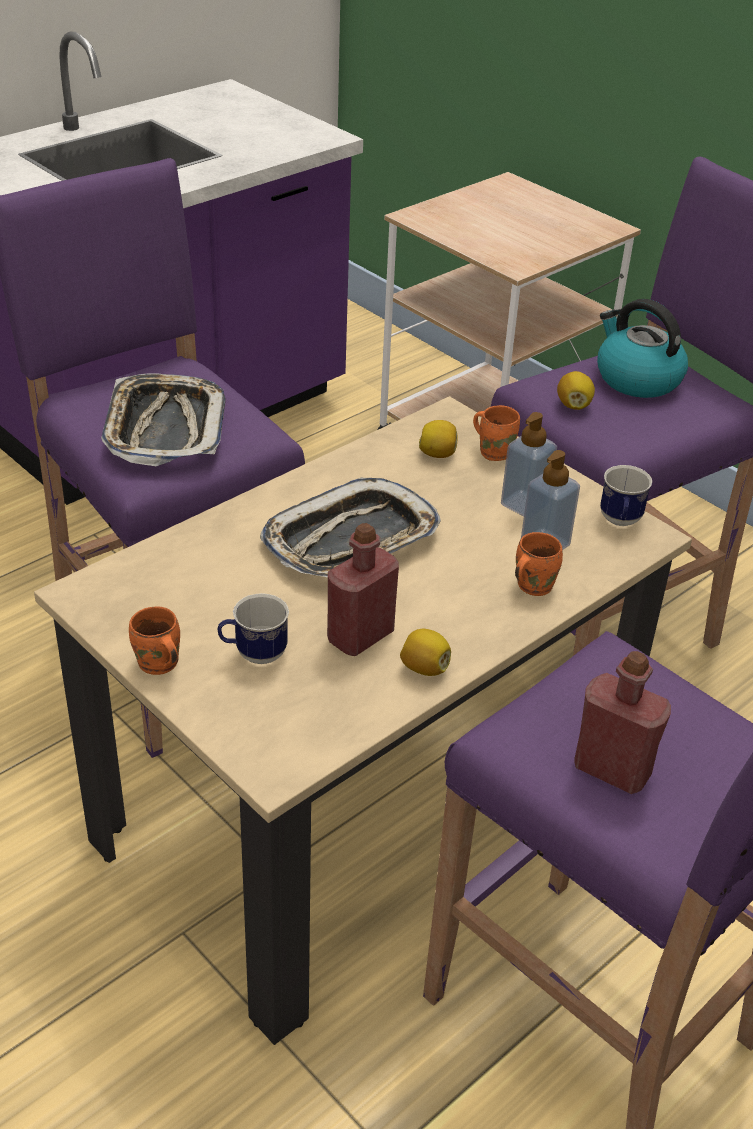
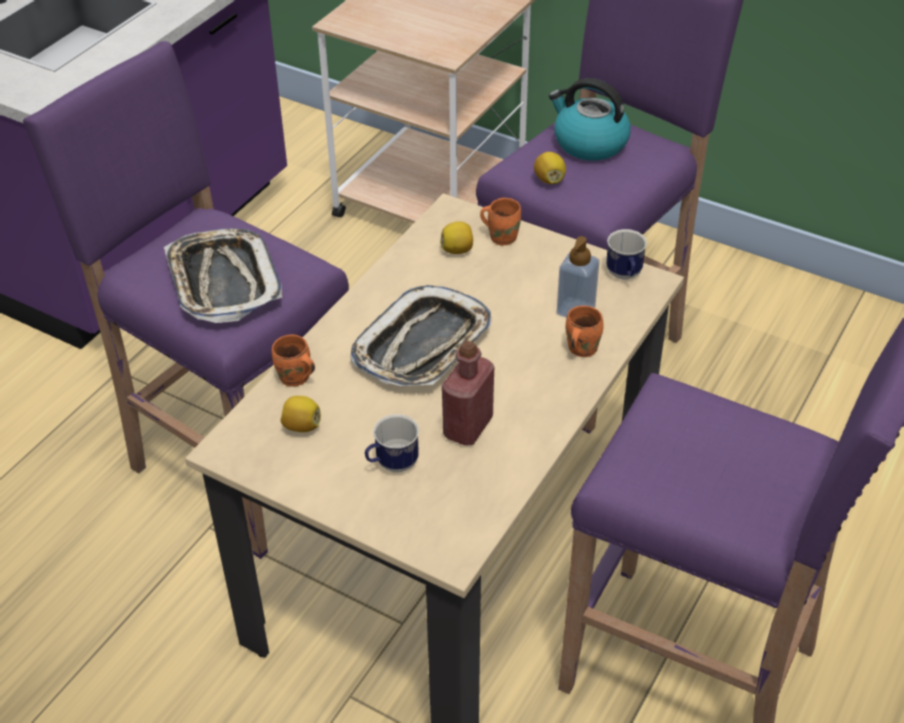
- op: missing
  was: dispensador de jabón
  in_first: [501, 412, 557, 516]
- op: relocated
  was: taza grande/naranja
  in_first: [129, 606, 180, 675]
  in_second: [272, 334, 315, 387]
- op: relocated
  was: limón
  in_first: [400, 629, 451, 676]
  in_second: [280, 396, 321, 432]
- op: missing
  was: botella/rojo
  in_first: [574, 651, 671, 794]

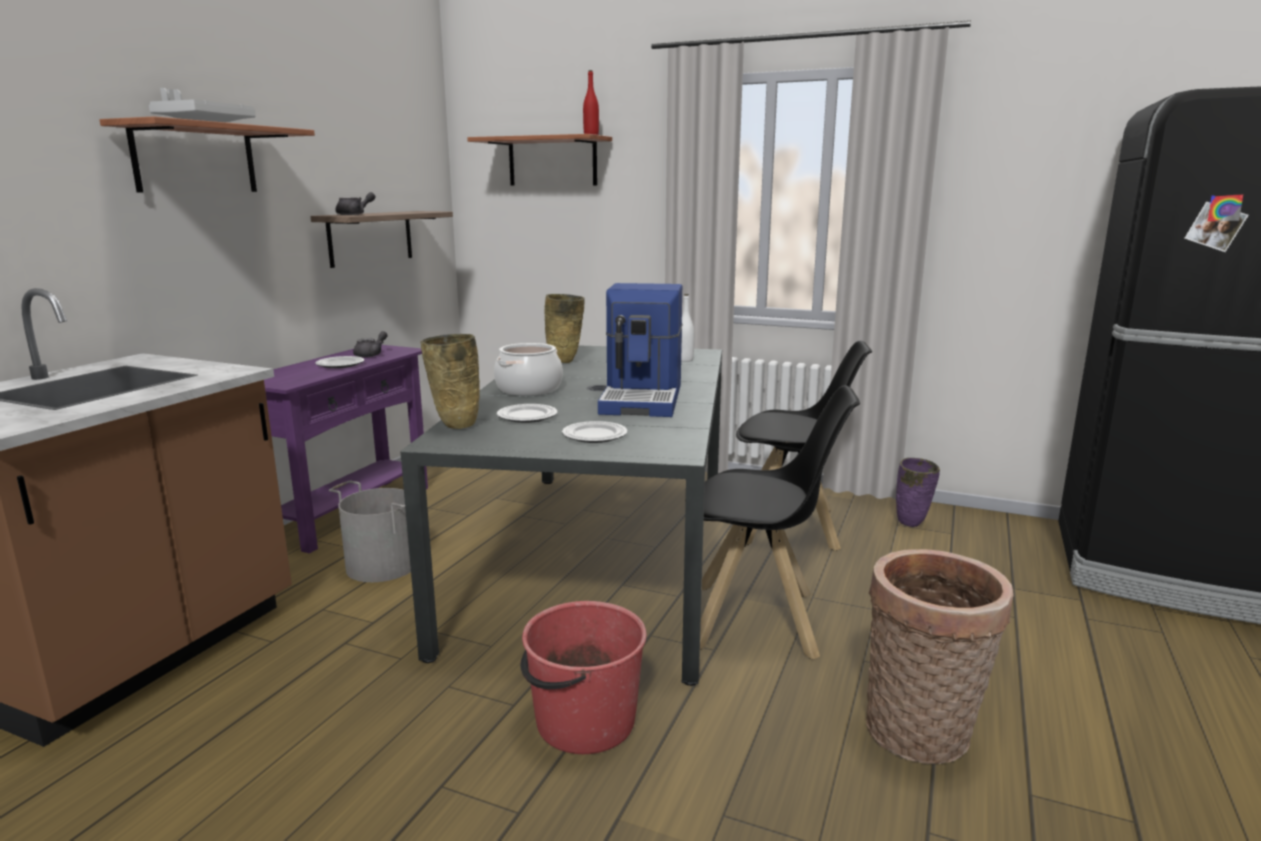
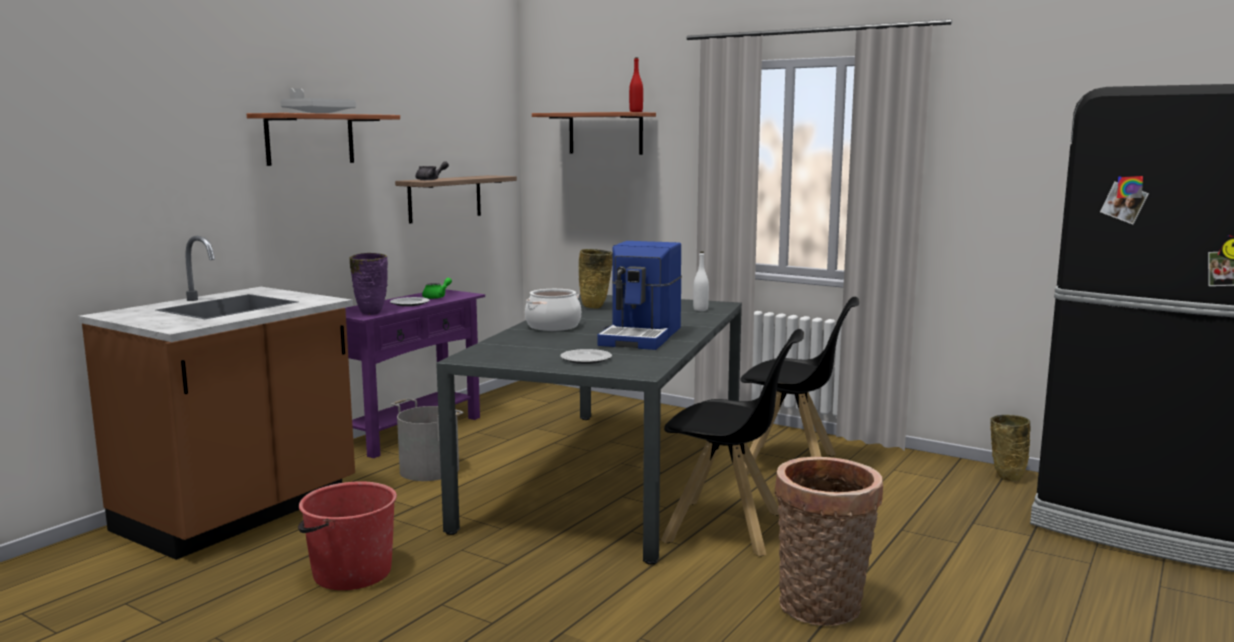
- op: colour
  was: tetera/gris
  now: tetera/verde
  in_first: [353, 331, 387, 357]
  in_second: [422, 278, 452, 299]
- op: relocated
  was: florero/beis
  in_first: [421, 334, 480, 429]
  in_second: [990, 415, 1030, 481]
- op: missing
  was: plato
  in_first: [496, 404, 557, 423]
- op: relocated
  was: florero/morado
  in_first: [896, 458, 940, 527]
  in_second: [350, 253, 388, 315]
- op: relocated
  was: cubo/rojo
  in_first: [520, 601, 647, 754]
  in_second: [298, 481, 397, 590]

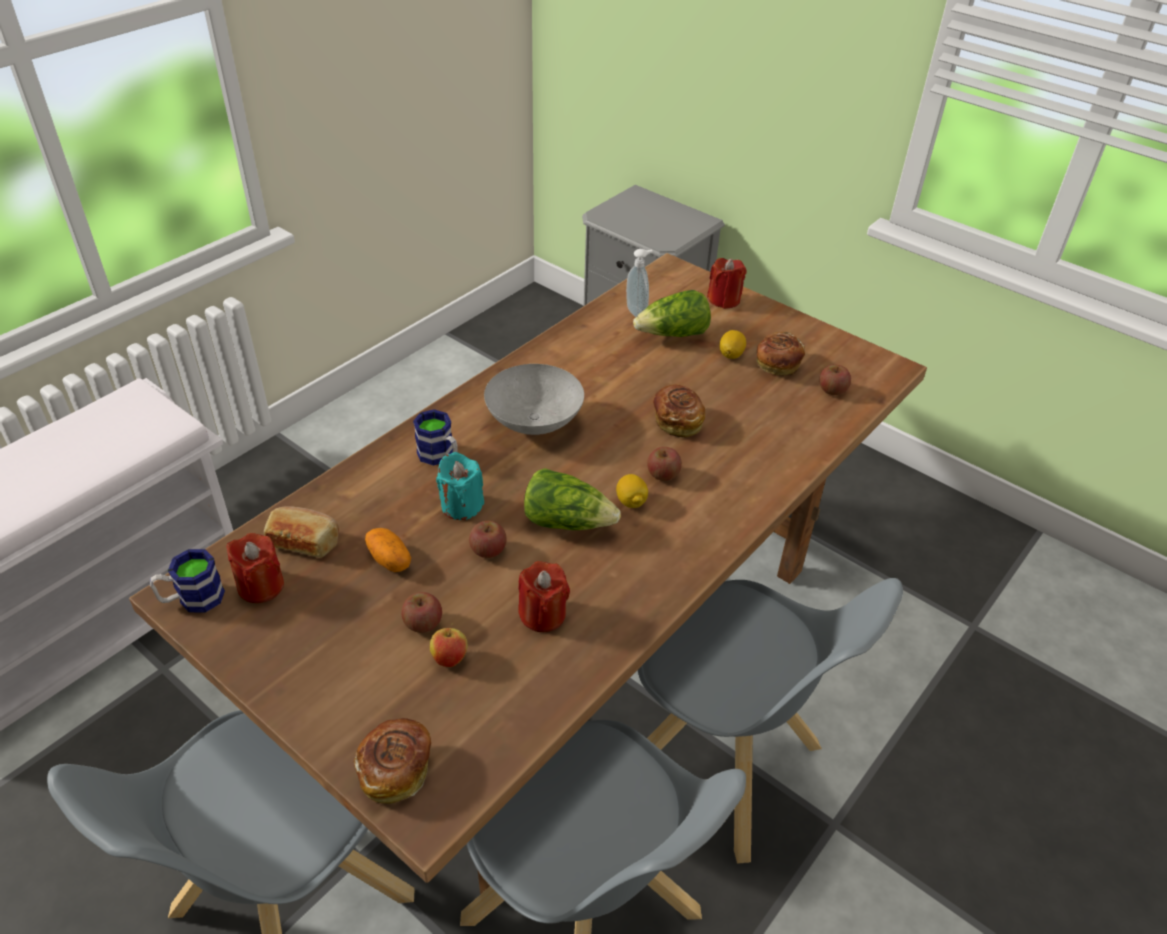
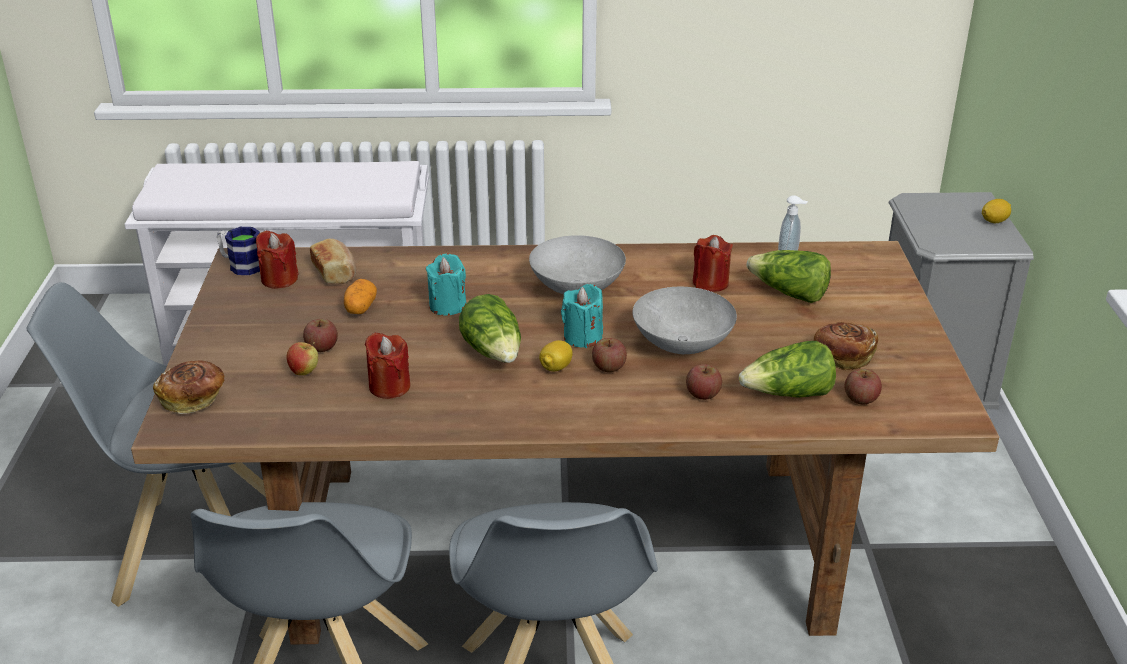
- op: relocated
  was: vela/rojo
  in_first: [707, 258, 747, 309]
  in_second: [692, 235, 733, 292]
- op: relocated
  was: limón
  in_first: [720, 330, 746, 359]
  in_second: [982, 199, 1011, 223]
- op: exchanged
  was: pan
  now: cuenco/gris
  in_first: [653, 384, 705, 438]
  in_second: [632, 287, 737, 354]
- op: missing
  was: taza grande
  in_first: [413, 409, 458, 465]
- op: relocated
  was: manzana
  in_first: [469, 521, 507, 558]
  in_second: [686, 364, 722, 400]
- op: appeared
  now: vela/turquesa
  in_second: [561, 284, 603, 348]
- op: appeared
  now: lechuga
  in_second: [739, 341, 836, 398]

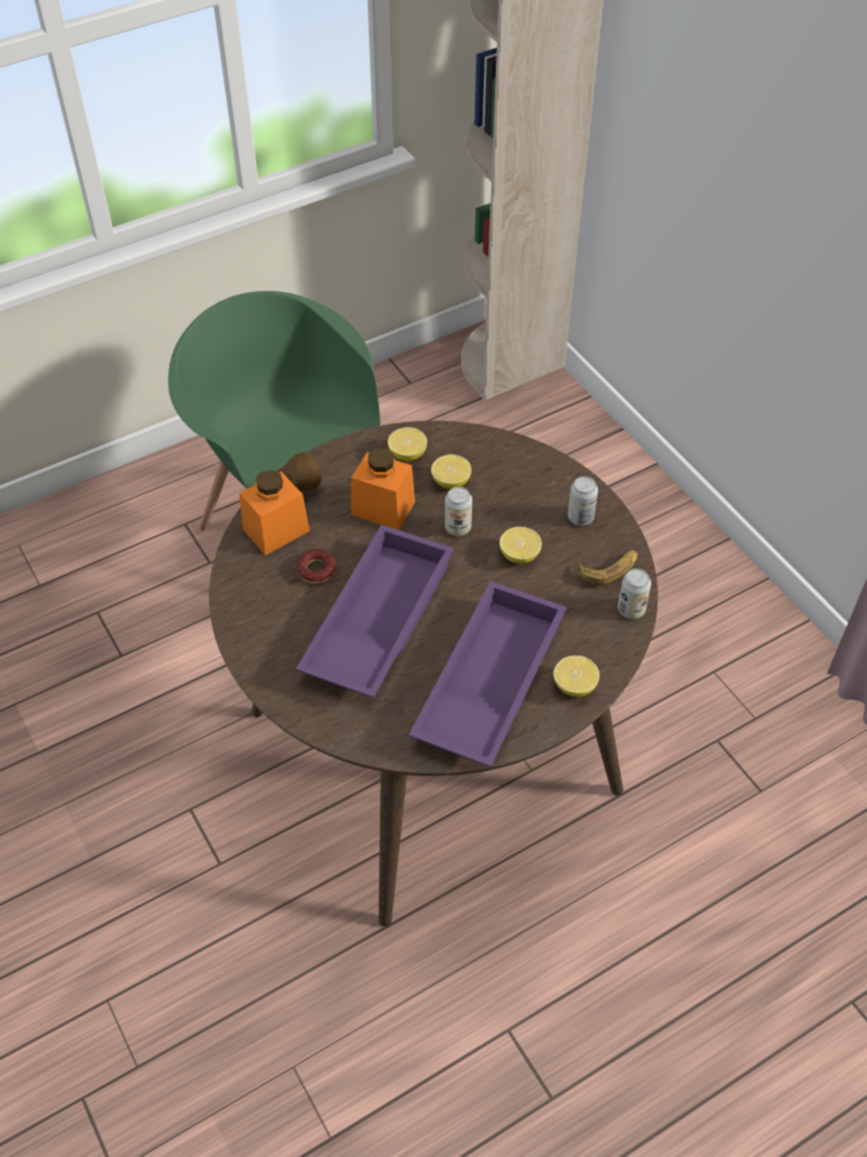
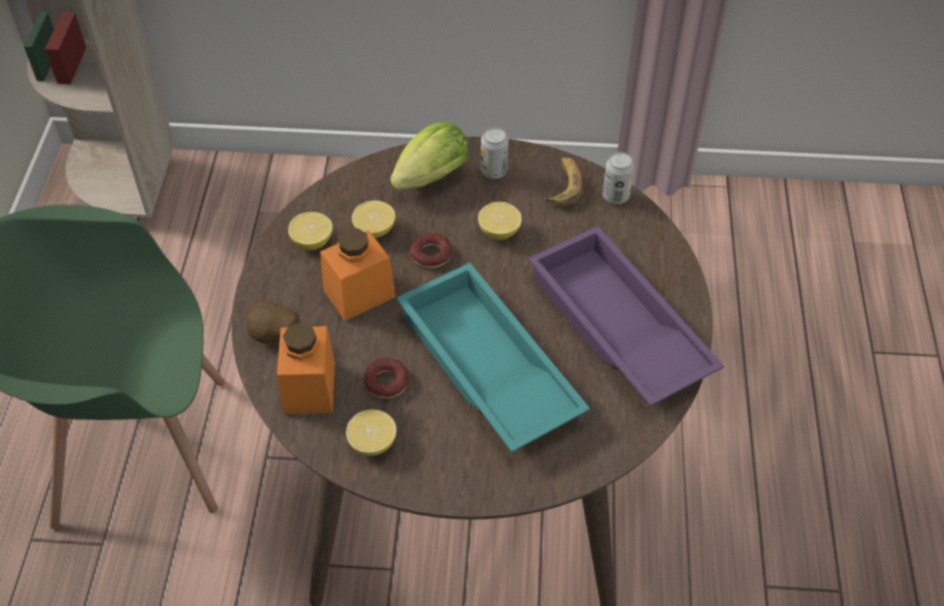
- op: exchanged
  was: lata
  now: rosquilla
  in_first: [445, 487, 472, 536]
  in_second: [410, 233, 452, 268]
- op: colour
  was: bandeja/morado
  now: bandeja/turquesa
  in_first: [296, 525, 454, 698]
  in_second: [397, 263, 590, 452]
- op: relocated
  was: limón
  in_first: [553, 656, 600, 697]
  in_second: [346, 409, 397, 456]
- op: appeared
  now: lechuga
  in_second: [390, 122, 469, 190]

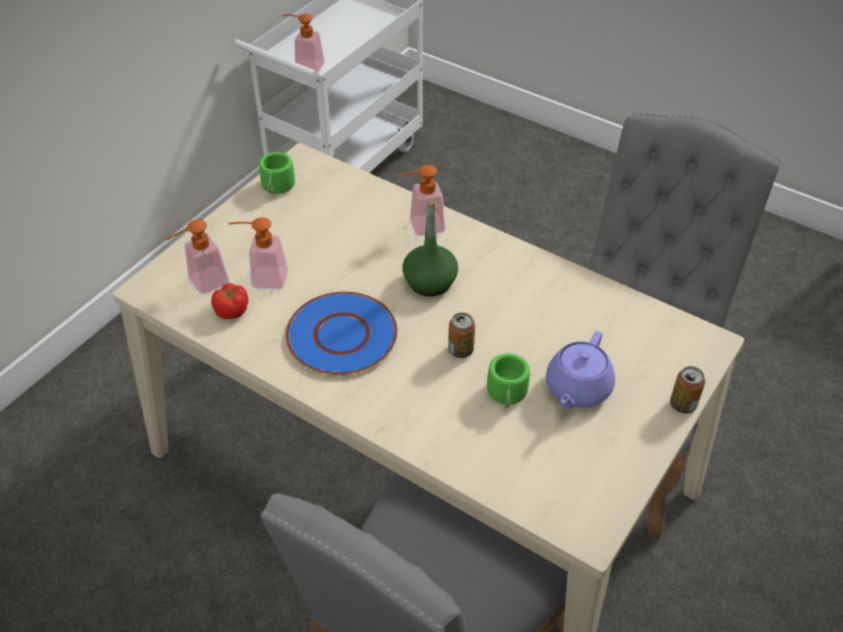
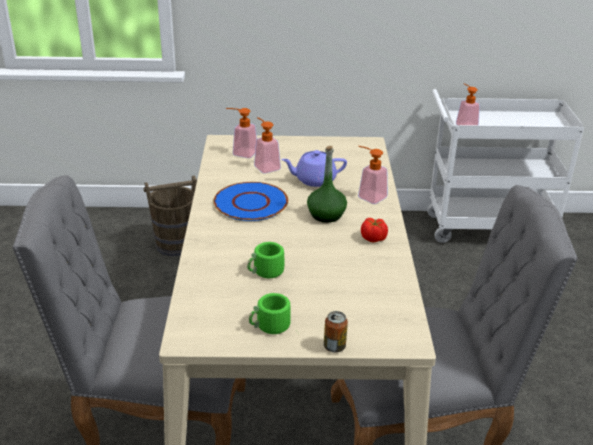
- op: relocated
  was: taza grande/verde
  in_first: [259, 152, 295, 195]
  in_second: [249, 293, 297, 334]
- op: relocated
  was: tomate
  in_first: [211, 283, 248, 319]
  in_second: [361, 218, 388, 243]
- op: missing
  was: lata
  in_first: [448, 312, 475, 358]
- op: relocated
  was: tetera/morado
  in_first: [546, 331, 615, 408]
  in_second: [281, 150, 347, 187]
- op: appeared
  now: cubo/marrón
  in_second: [144, 175, 197, 256]

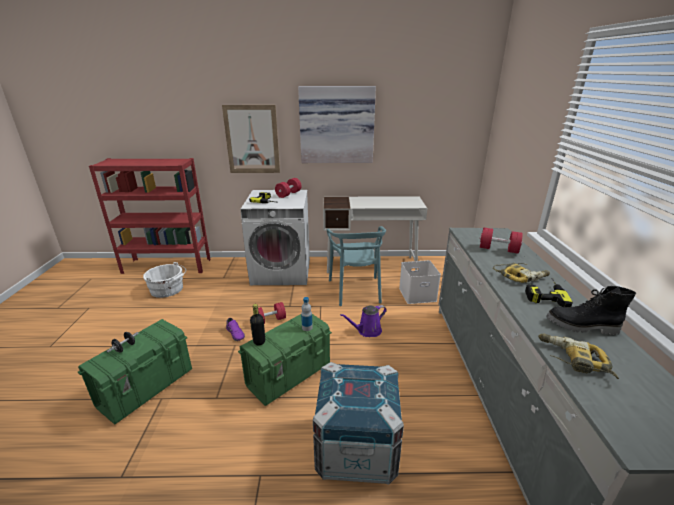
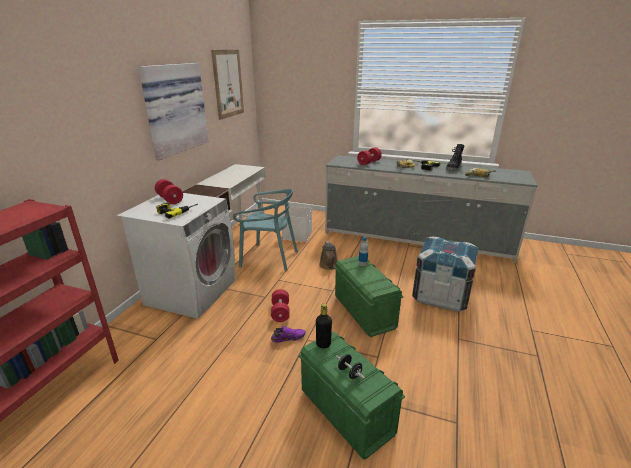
- op: relocated
  was: cuadro
  in_first: [222, 105, 280, 173]
  in_second: [211, 50, 244, 120]
- op: missing
  was: cubo/blanco
  in_first: [143, 262, 186, 298]
- op: relocated
  was: botella/negro
  in_first: [250, 304, 265, 346]
  in_second: [316, 304, 332, 348]
- op: colour
  was: regadera/morado
  now: regadera/marrón
  in_first: [340, 305, 387, 337]
  in_second: [319, 241, 338, 270]

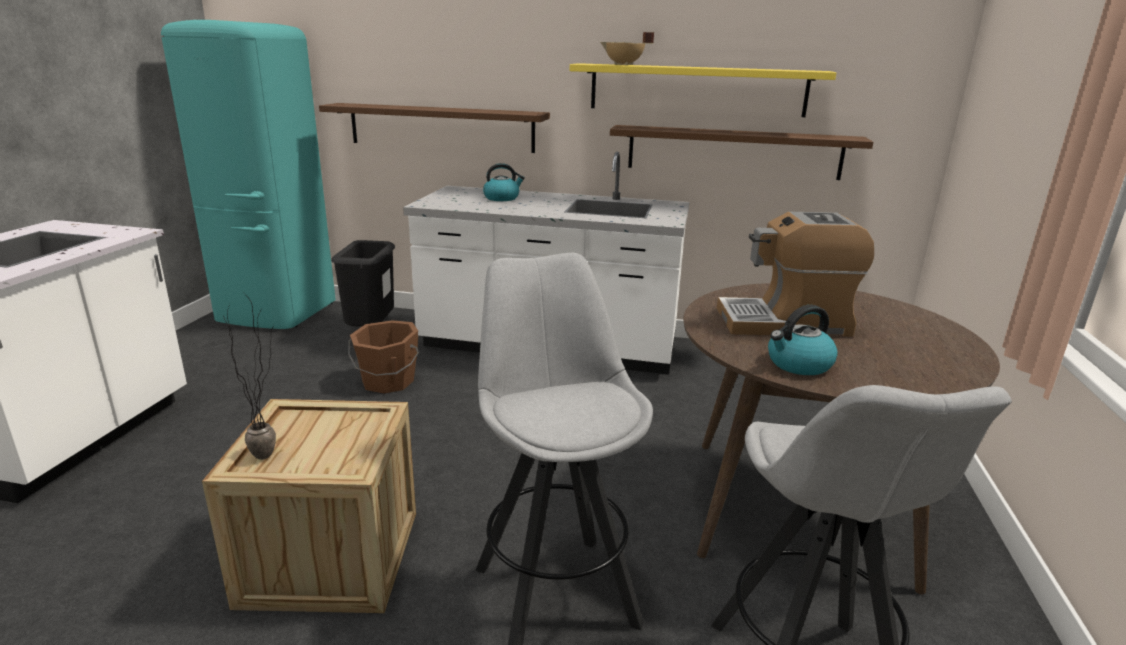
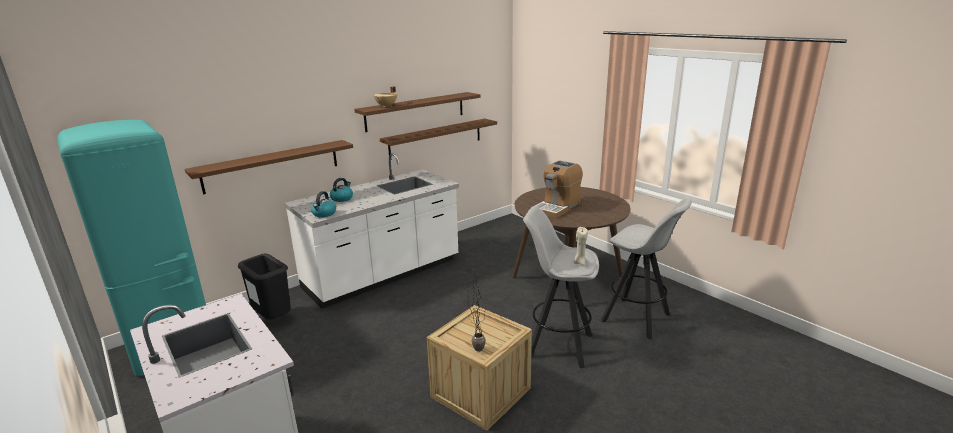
- op: colour
  was: estante/amarillo
  now: estante/marrón
  in_first: [570, 63, 836, 117]
  in_second: [354, 92, 480, 132]
- op: relocated
  was: hervidor
  in_first: [768, 305, 838, 375]
  in_second: [311, 191, 336, 217]
- op: missing
  was: cubo/marrón
  in_first: [348, 320, 419, 393]
- op: appeared
  now: vela/beis
  in_second: [573, 227, 588, 265]

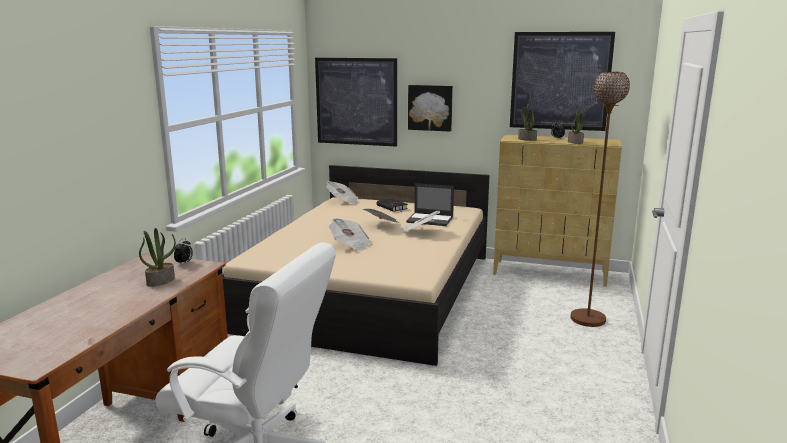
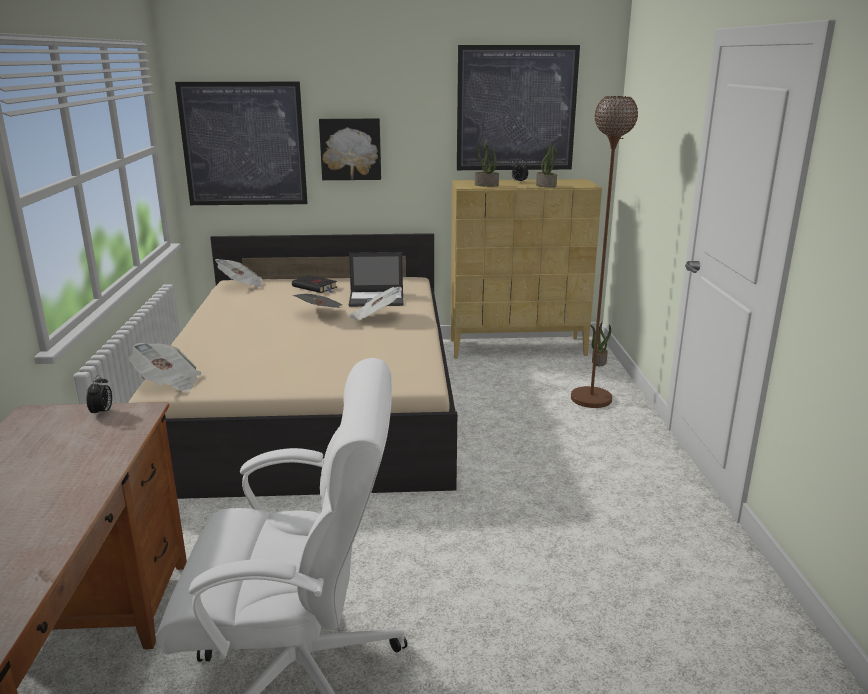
- op: relocated
  was: periódico
  in_first: [329, 218, 371, 251]
  in_second: [129, 343, 201, 392]
- op: relocated
  was: planta en maceta
  in_first: [139, 228, 176, 287]
  in_second: [590, 322, 611, 366]

